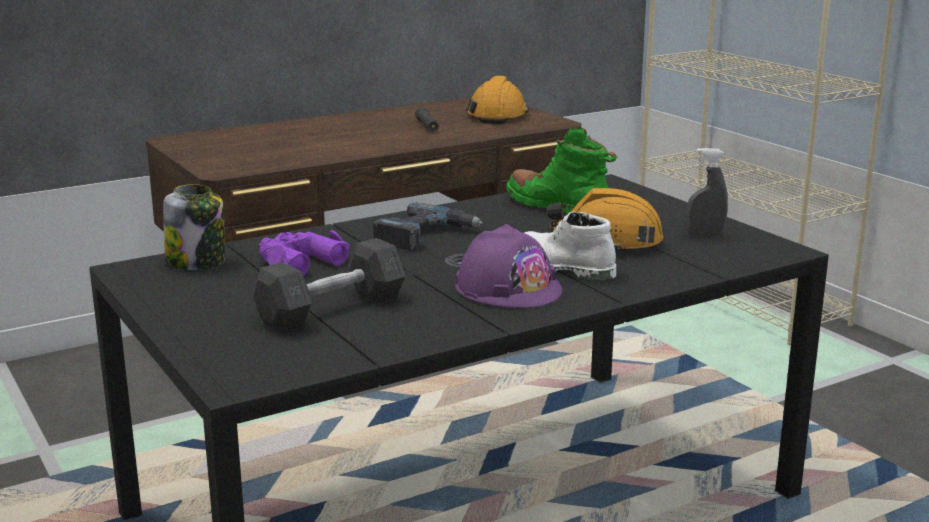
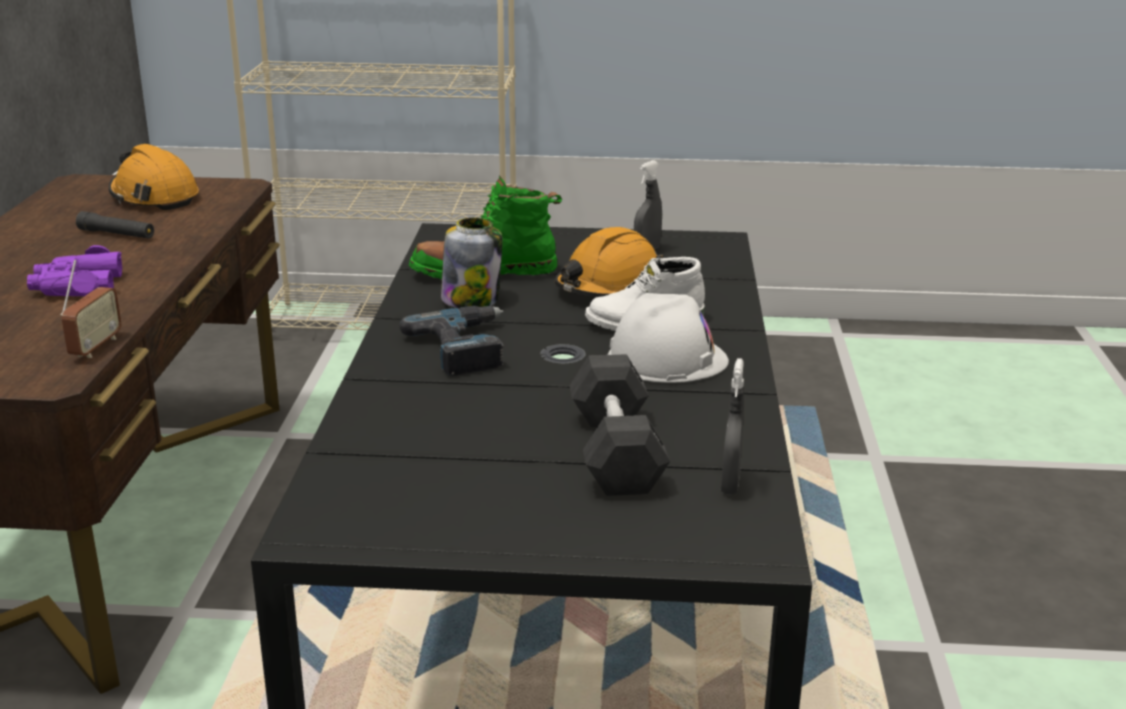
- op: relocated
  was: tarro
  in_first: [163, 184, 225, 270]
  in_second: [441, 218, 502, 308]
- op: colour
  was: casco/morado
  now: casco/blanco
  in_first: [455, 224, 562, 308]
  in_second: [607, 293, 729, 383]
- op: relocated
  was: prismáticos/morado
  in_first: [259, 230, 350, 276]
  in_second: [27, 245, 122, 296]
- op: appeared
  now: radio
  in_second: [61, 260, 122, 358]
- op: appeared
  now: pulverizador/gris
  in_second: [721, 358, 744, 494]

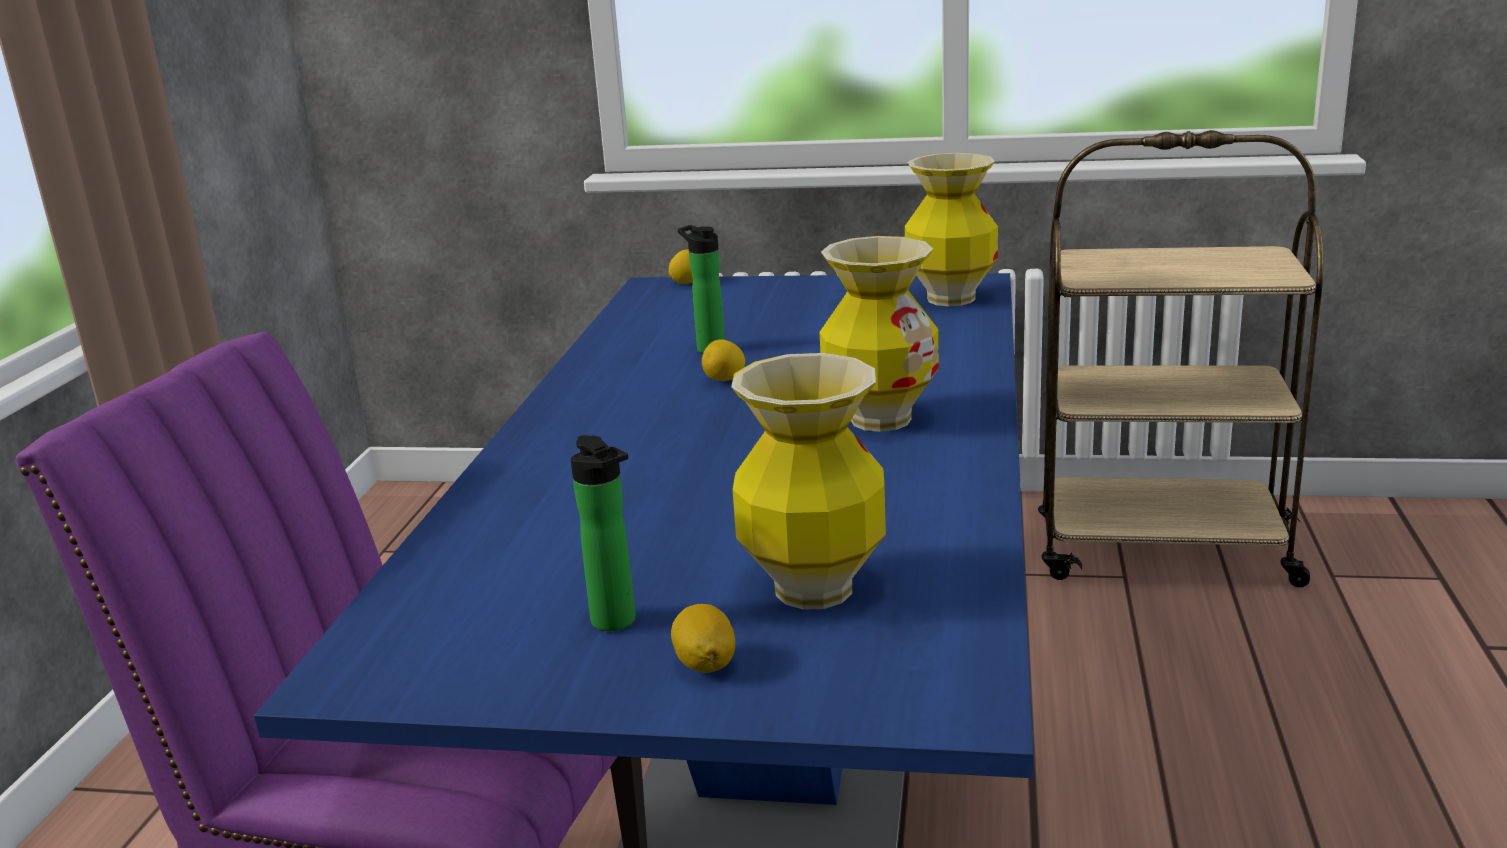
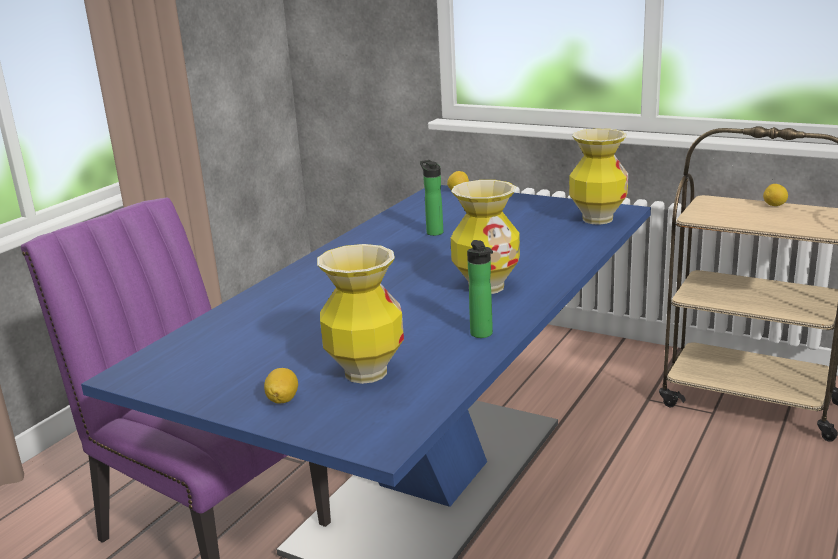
- op: relocated
  was: limón
  in_first: [702, 340, 745, 381]
  in_second: [763, 184, 788, 206]
- op: relocated
  was: botella
  in_first: [571, 435, 636, 631]
  in_second: [467, 240, 493, 338]

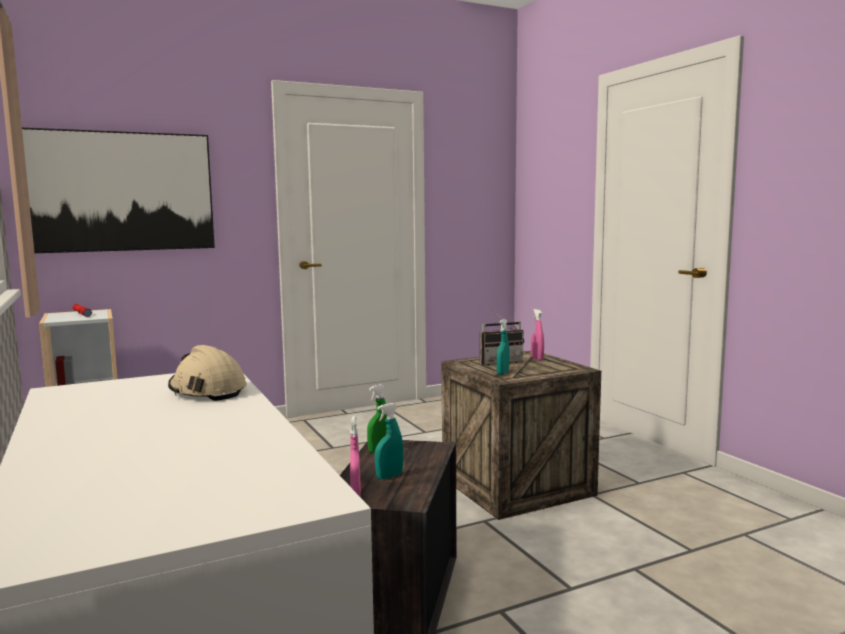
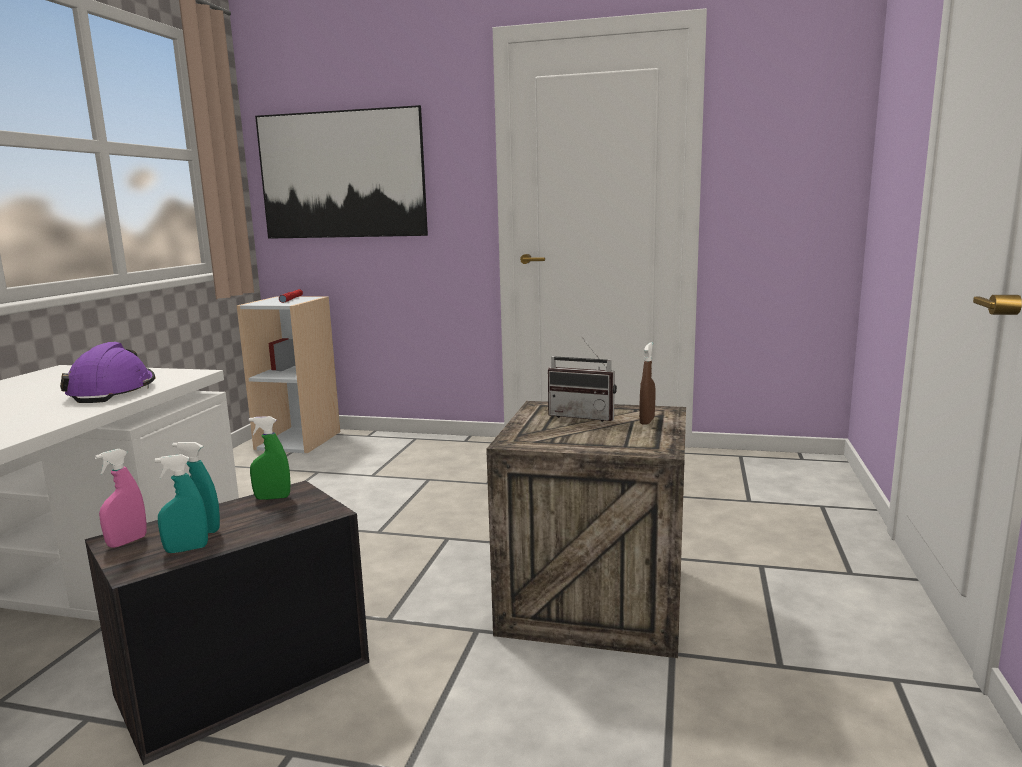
- op: colour
  was: pulverizador/rosa
  now: pulverizador/marrón
  in_first: [531, 309, 544, 361]
  in_second: [639, 342, 655, 425]
- op: relocated
  was: pulverizador/turquesa
  in_first: [497, 319, 510, 375]
  in_second: [155, 454, 208, 553]
- op: colour
  was: casco/beis
  now: casco/morado
  in_first: [168, 345, 247, 401]
  in_second: [60, 342, 155, 403]

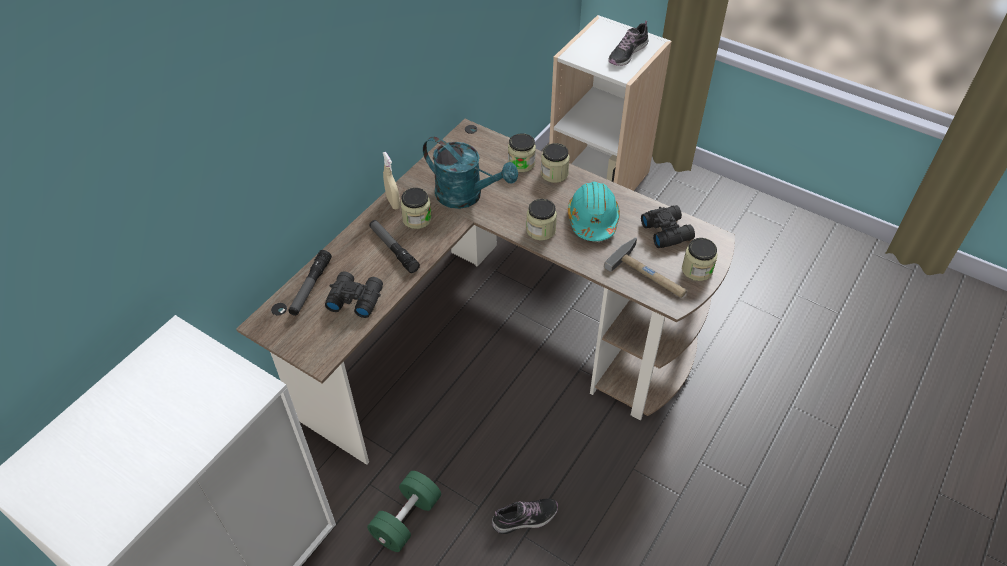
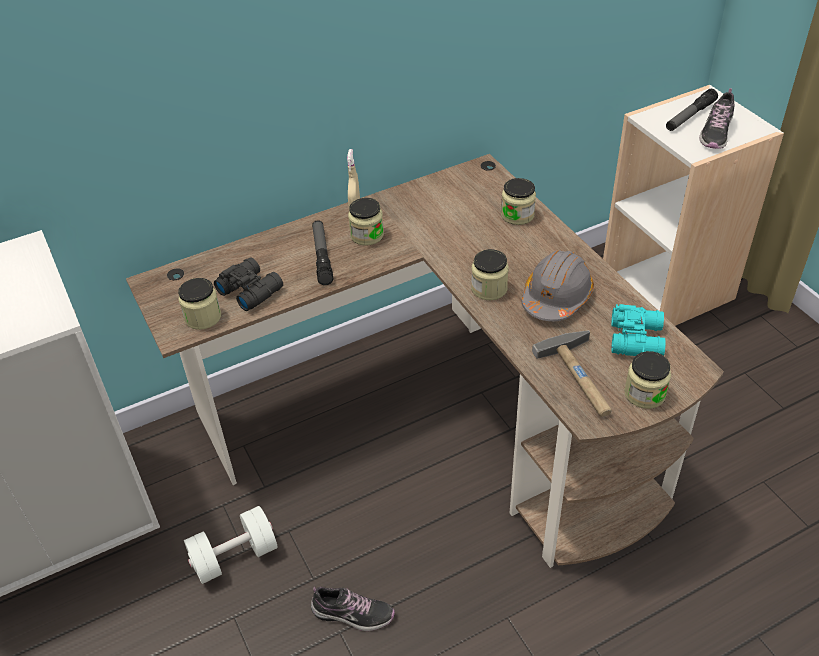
- op: spun
  was: zapato
  in_first: [608, 20, 648, 66]
  in_second: [699, 88, 734, 149]
  clockwise: -45
- op: missing
  was: regadera/turquesa
  in_first: [423, 137, 518, 209]
- op: relocated
  was: tarro
  in_first: [541, 143, 570, 183]
  in_second: [178, 278, 221, 330]
- op: colour
  was: casco/turquesa
  now: casco/gris
  in_first: [568, 182, 620, 241]
  in_second: [522, 250, 594, 321]
- op: colour
  was: prismáticos/negro
  now: prismáticos/turquesa
  in_first: [641, 205, 695, 248]
  in_second: [611, 304, 666, 356]
- op: relocated
  was: linterna
  in_first: [288, 250, 332, 316]
  in_second: [666, 89, 718, 131]
- op: colour
  was: mancuerna/verde
  now: mancuerna/blanco
  in_first: [367, 471, 441, 552]
  in_second: [184, 506, 277, 584]

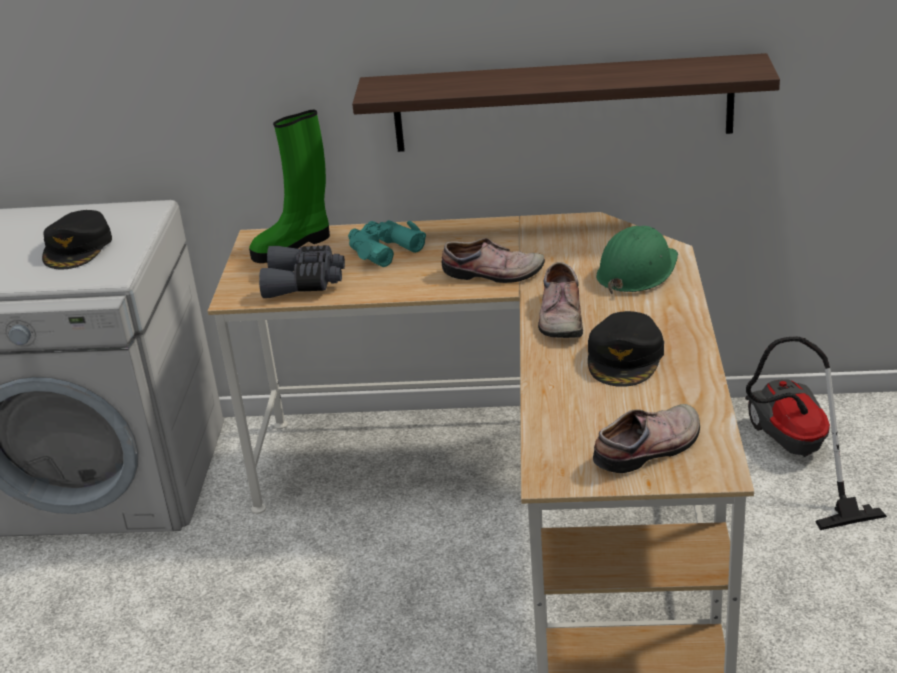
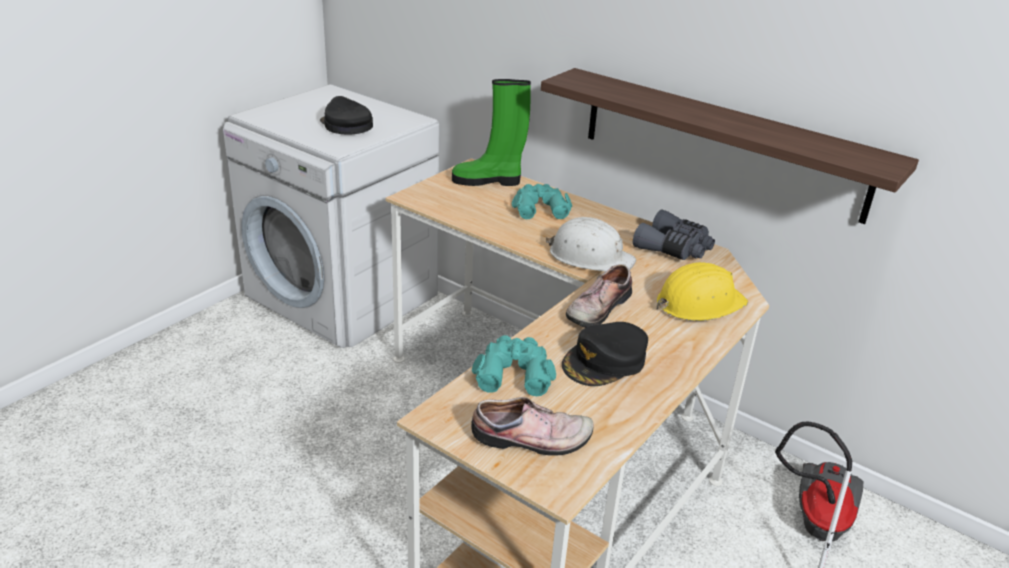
- op: spun
  was: gorra/negro
  in_first: [42, 210, 112, 269]
  in_second: [320, 96, 373, 135]
  clockwise: 105
- op: colour
  was: casco/verde
  now: casco/amarillo
  in_first: [596, 226, 678, 294]
  in_second: [657, 262, 748, 321]
- op: exchanged
  was: zapato
  now: casco/blanco
  in_first: [442, 238, 545, 283]
  in_second: [546, 217, 636, 272]
- op: relocated
  was: prismáticos/gris
  in_first: [259, 245, 345, 298]
  in_second: [633, 209, 715, 260]
- op: appeared
  now: prismáticos/turquesa
  in_second: [472, 335, 556, 396]

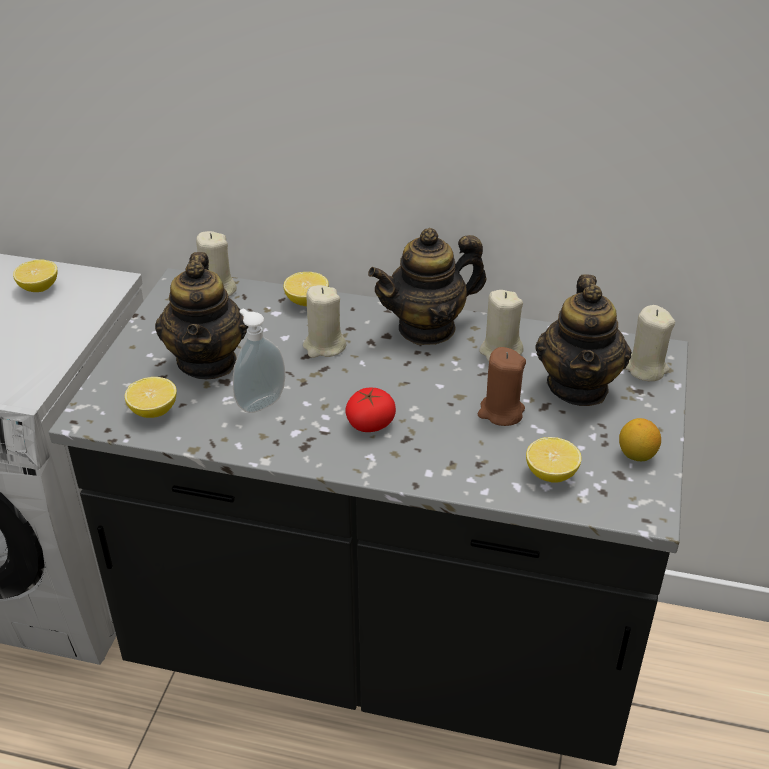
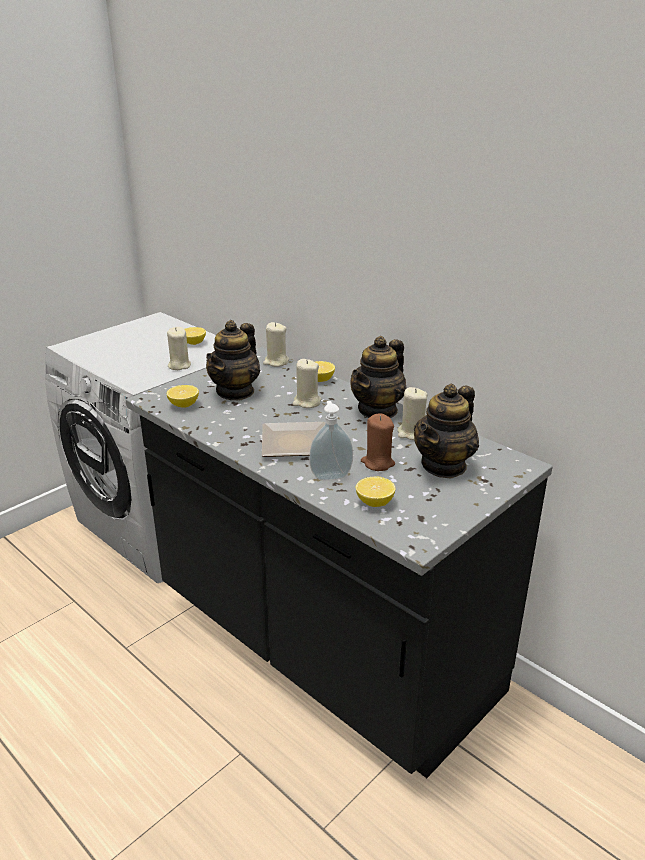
- op: spun
  was: tetera
  in_first: [368, 228, 486, 345]
  in_second: [350, 336, 406, 418]
  clockwise: -60
- op: relocated
  was: vela/beis
  in_first: [625, 305, 675, 381]
  in_second: [167, 327, 191, 370]
- op: relocated
  was: dispensador de jabón
  in_first: [233, 308, 285, 413]
  in_second: [309, 401, 353, 480]
- op: exchanged
  was: tomate
  now: plato
  in_first: [345, 388, 396, 432]
  in_second: [262, 422, 325, 457]
- op: missing
  was: limón
  in_first: [619, 418, 661, 461]

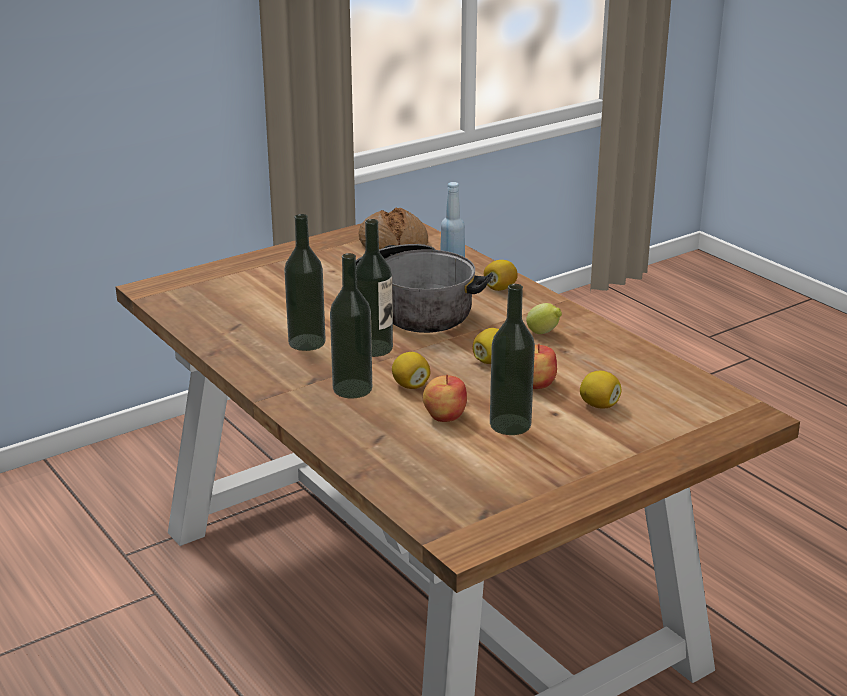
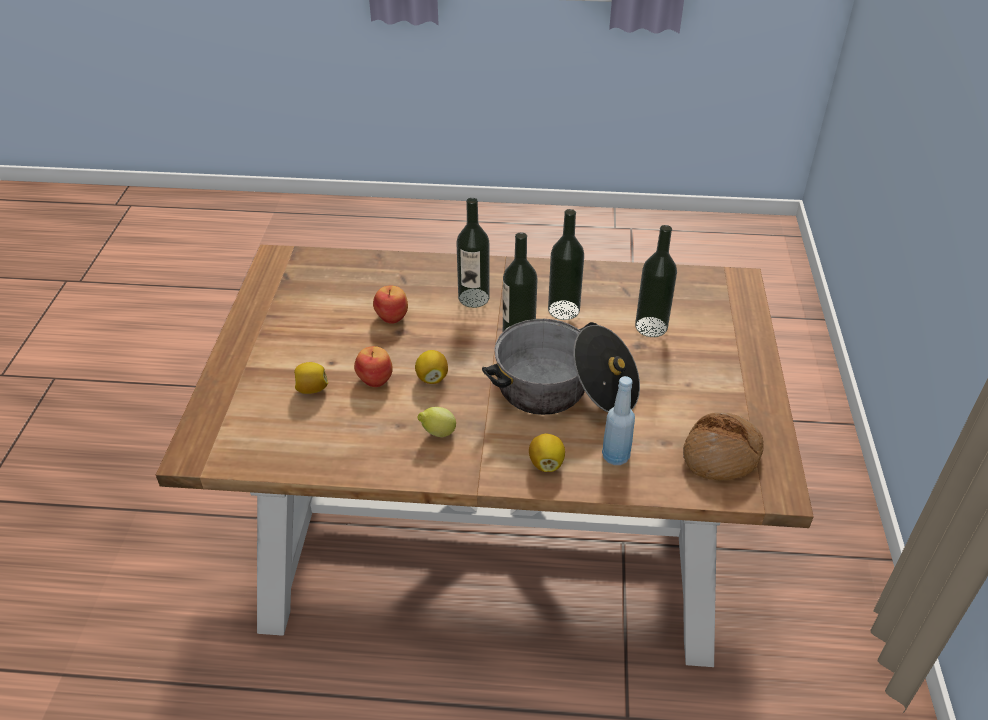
- op: relocated
  was: botella
  in_first: [490, 284, 535, 435]
  in_second: [635, 225, 677, 337]
- op: missing
  was: limón
  in_first: [392, 352, 430, 389]

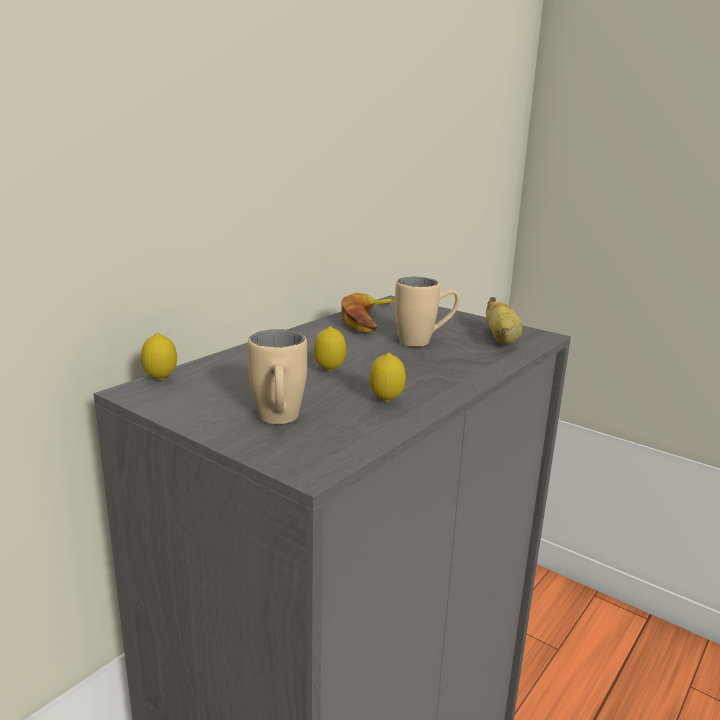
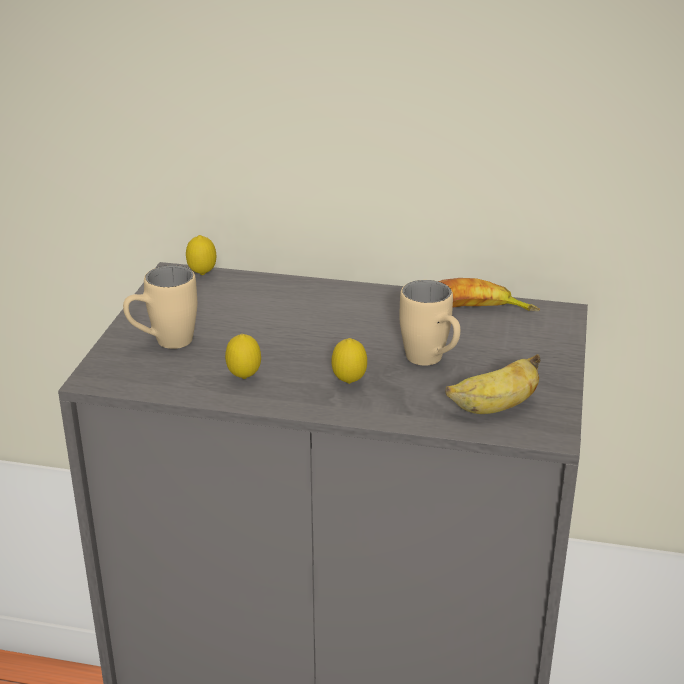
- op: relocated
  was: limón
  in_first: [313, 327, 346, 371]
  in_second: [331, 338, 367, 384]

